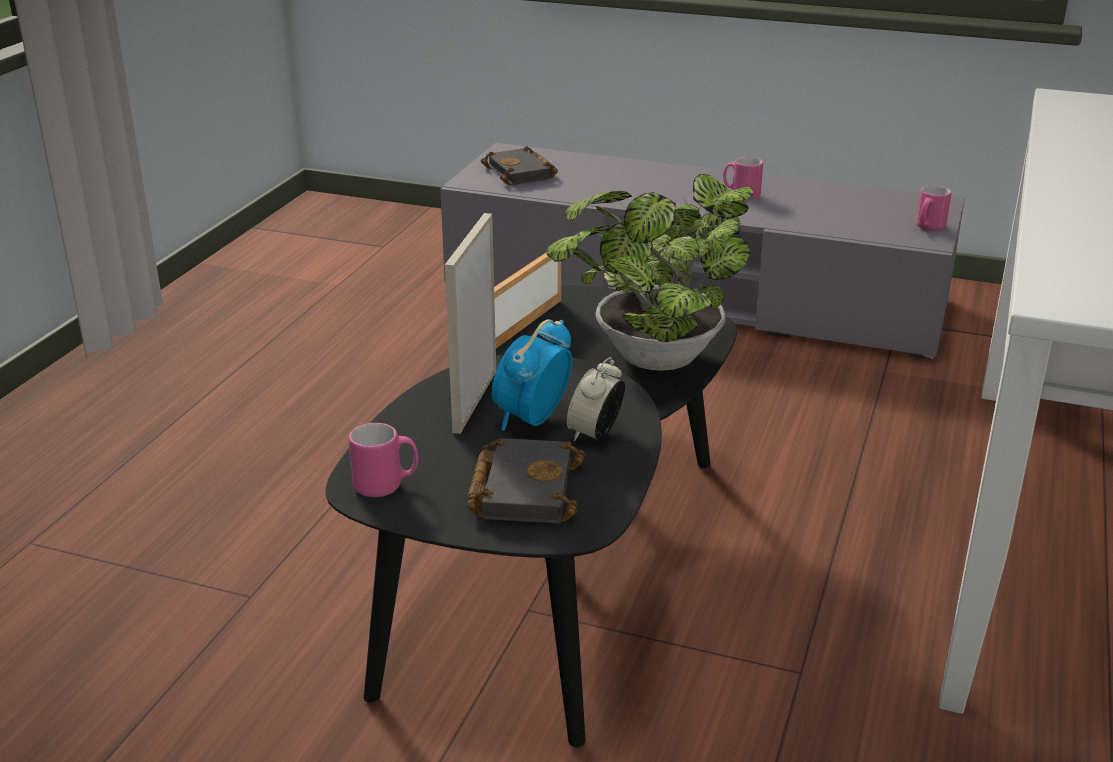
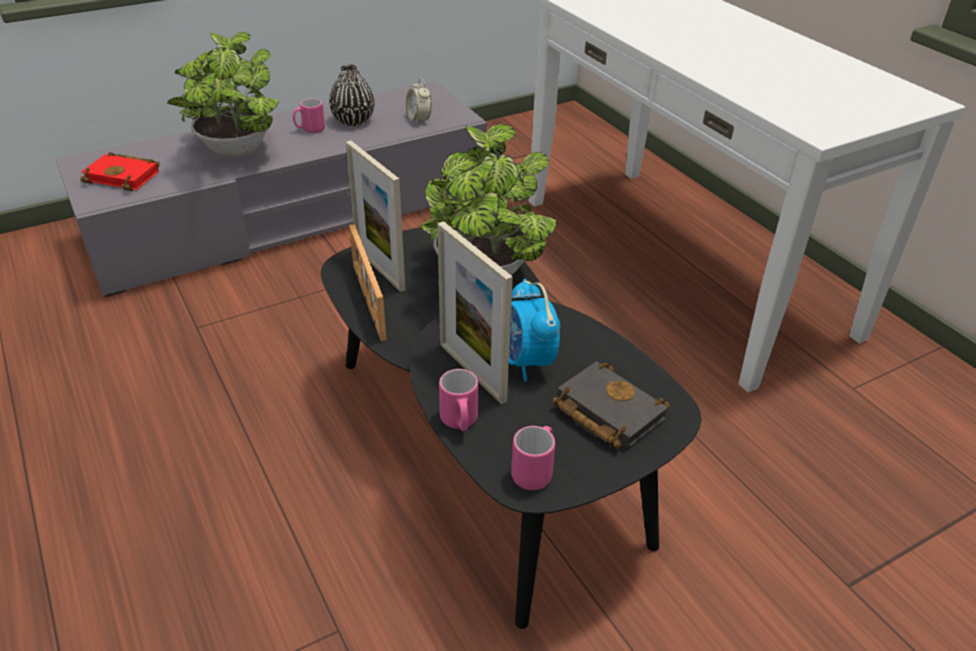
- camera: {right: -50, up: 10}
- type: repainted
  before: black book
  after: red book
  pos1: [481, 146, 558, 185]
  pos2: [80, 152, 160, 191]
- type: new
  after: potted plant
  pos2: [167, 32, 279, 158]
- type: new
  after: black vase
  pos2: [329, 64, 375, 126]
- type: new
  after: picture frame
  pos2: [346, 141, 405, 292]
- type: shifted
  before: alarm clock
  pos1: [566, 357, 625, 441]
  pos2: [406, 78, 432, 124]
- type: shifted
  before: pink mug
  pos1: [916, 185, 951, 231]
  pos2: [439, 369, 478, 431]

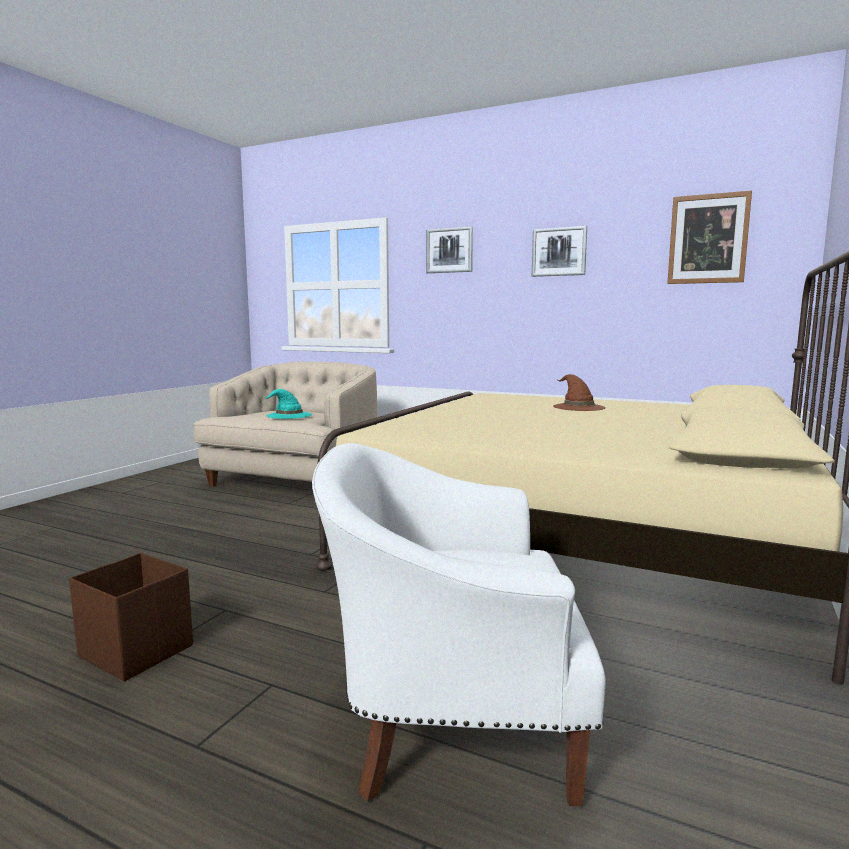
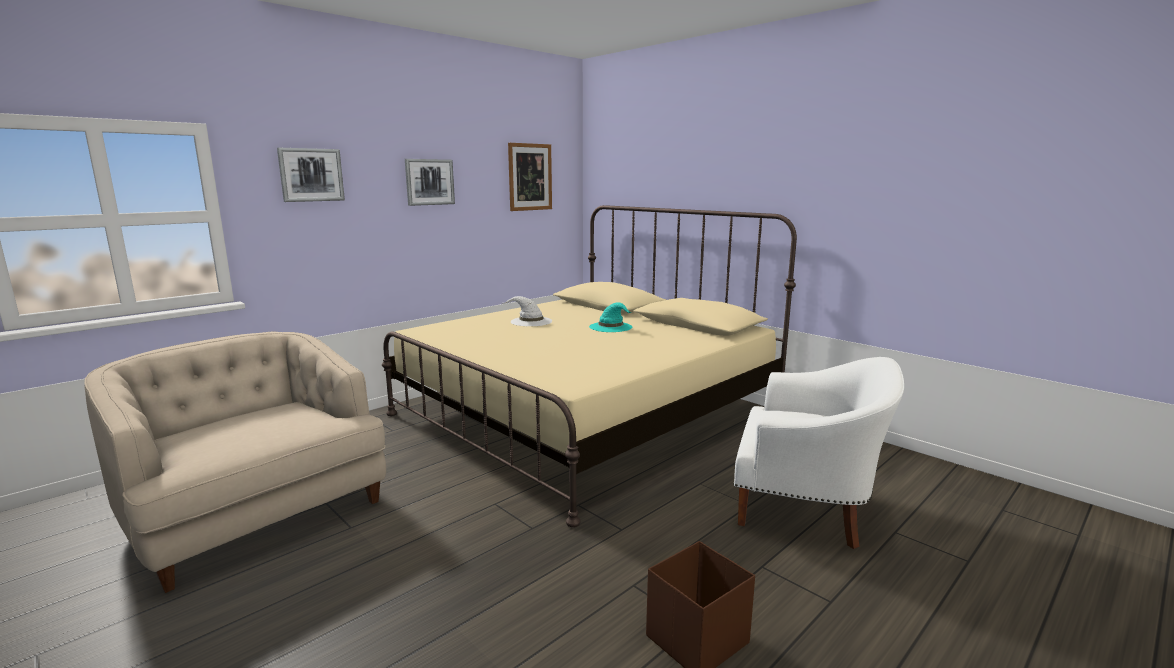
- camera: {right: -70, up: 5}
- type: repainted
  before: brown hat
  after: white hat
  pos1: [553, 374, 605, 411]
  pos2: [503, 296, 552, 326]
- type: shifted
  before: turquoise hat
  pos1: [266, 389, 312, 419]
  pos2: [589, 302, 632, 332]
- type: rotated
  before: white armchair
  pos1: [312, 443, 606, 806]
  pos2: [733, 357, 904, 549]
  turn: -90

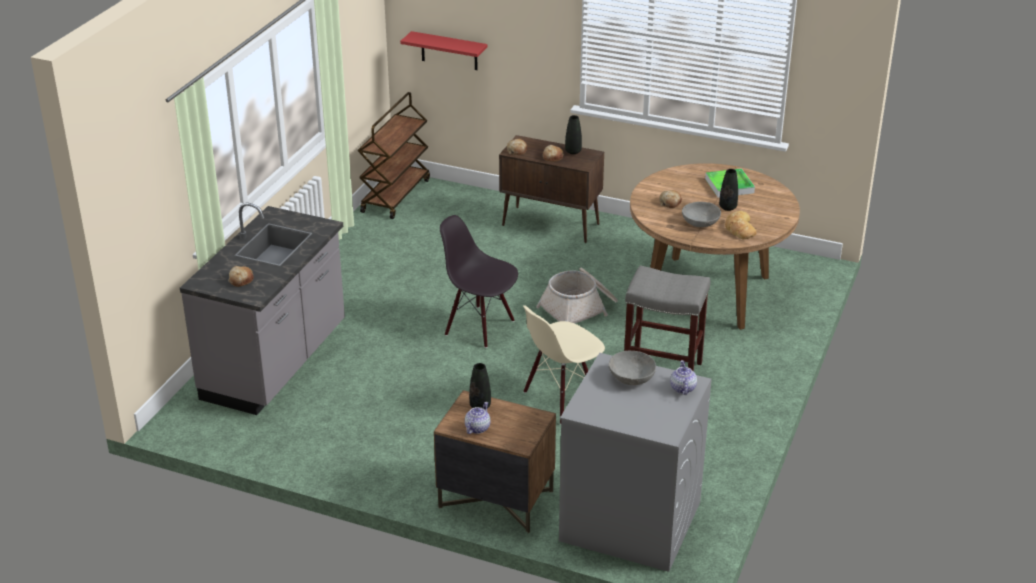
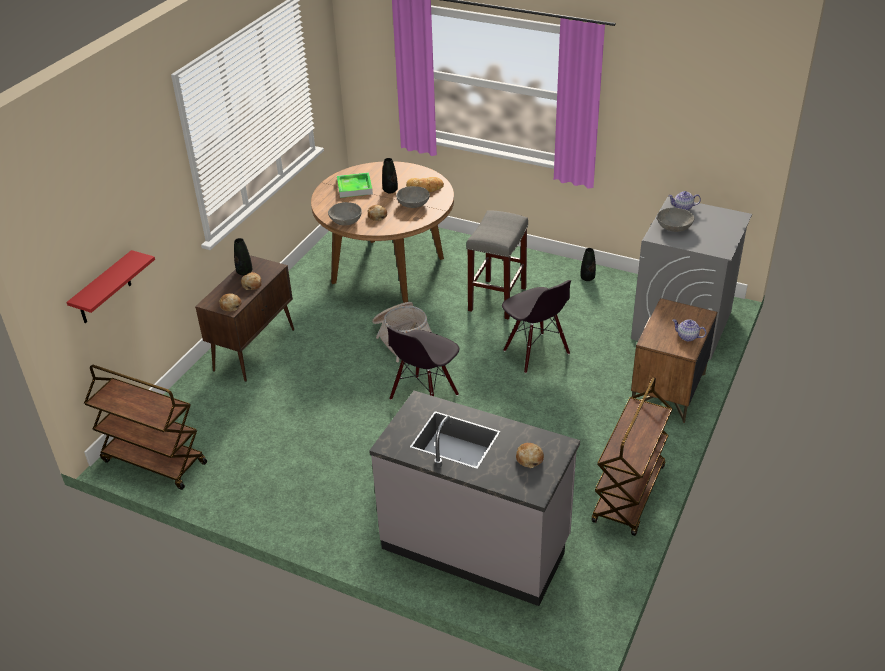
- camera: {right: -85, up: 5}
- type: new
  after: grey bowl
  pos2: [328, 202, 362, 226]
- type: repainted
  before: beige chair
  after: black chair
  pos1: [523, 305, 605, 424]
  pos2: [502, 280, 571, 373]
- type: shifted
  before: black vase
  pos1: [469, 363, 491, 408]
  pos2: [580, 248, 596, 281]
- type: new
  after: brown cart
  pos2: [592, 377, 672, 536]

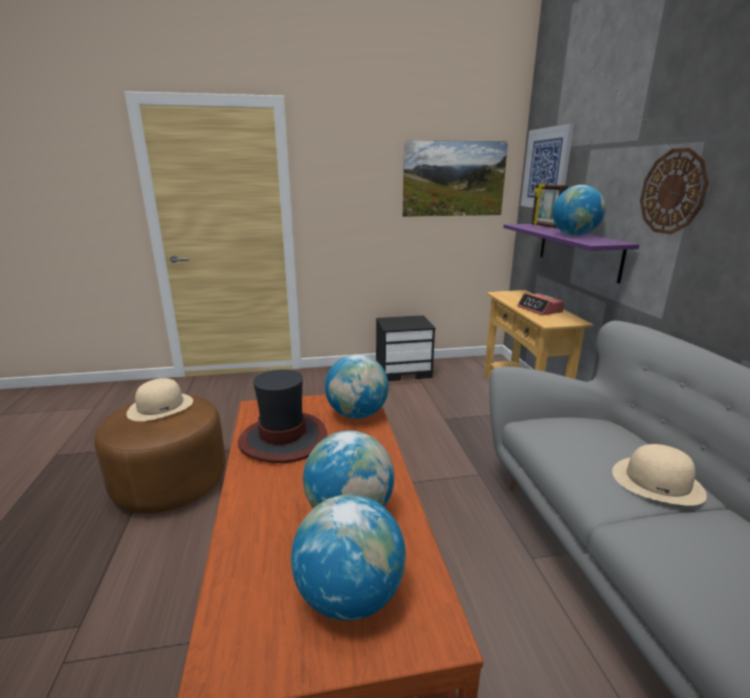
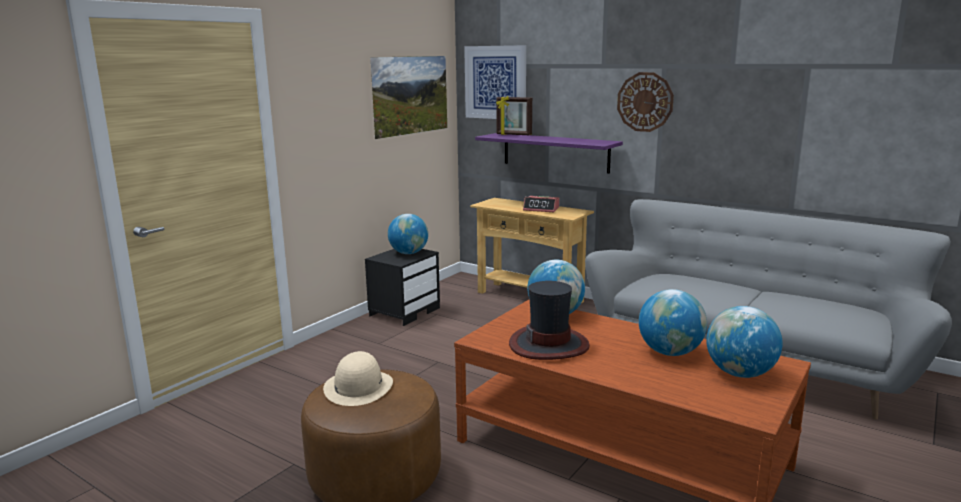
- camera: {right: -45, up: -5}
- type: shifted
  before: globe
  pos1: [552, 185, 606, 236]
  pos2: [388, 214, 428, 254]
- type: gone
  before: beige hat
  pos1: [612, 444, 707, 506]

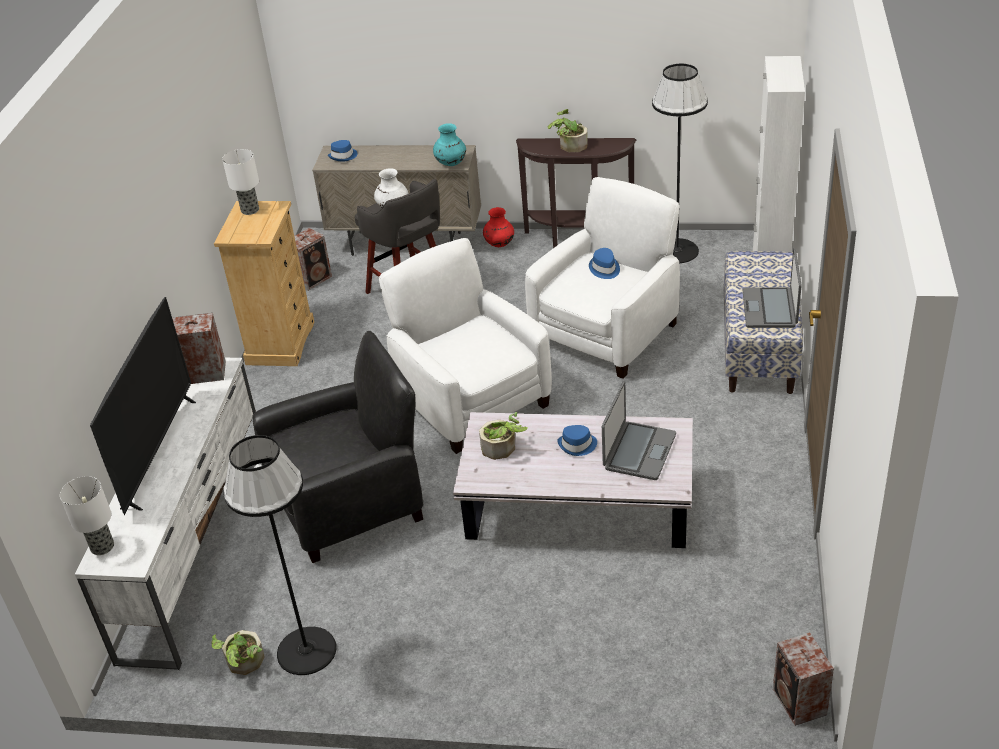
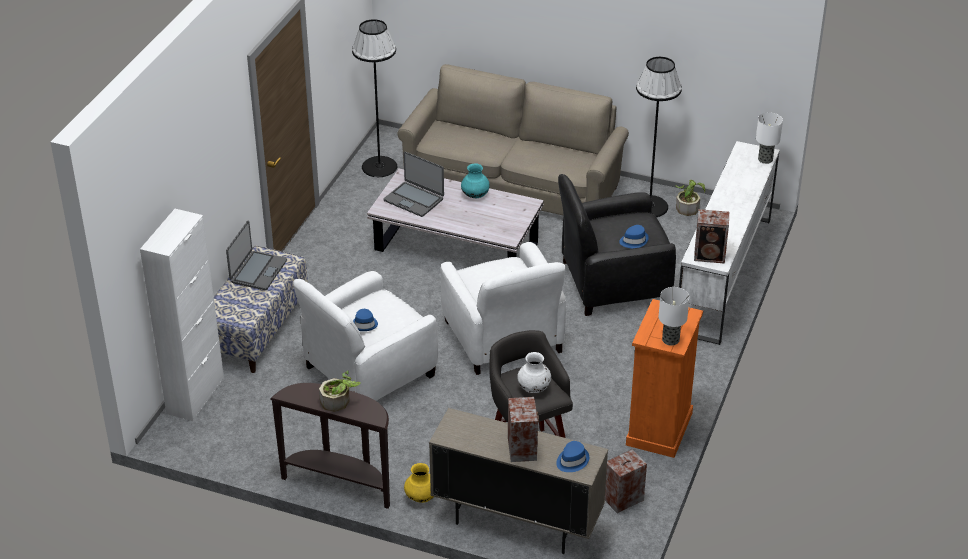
- camera: {right: -170, up: 0}
- type: shifted
  before: black floor lamp
  pos1: [652, 64, 708, 263]
  pos2: [352, 19, 397, 177]
- type: rotated
  before: laptop
  pos1: [602, 381, 676, 480]
  pos2: [384, 151, 444, 217]
  turn: -90
- type: new
  after: beige sofa
  pos2: [397, 64, 629, 215]
- type: repainted
  before: red vase
  after: yellow vase
  pos1: [483, 207, 514, 247]
  pos2: [404, 463, 434, 503]
- type: shifted
  before: turquoise vase
  pos1: [433, 123, 466, 166]
  pos2: [461, 163, 490, 198]
- type: shifted
  before: speaker
  pos1: [773, 632, 834, 726]
  pos2: [508, 397, 539, 462]
- type: shifted
  before: blue hat
  pos1: [557, 425, 597, 456]
  pos2: [619, 225, 649, 248]
- type: repainted
  before: beige dresser
  after: orange dresser
  pos1: [214, 201, 314, 366]
  pos2: [626, 299, 703, 458]
- type: gone
  before: television
  pos1: [90, 297, 196, 515]
- type: gone
  before: potted plant
  pos1: [479, 412, 528, 460]

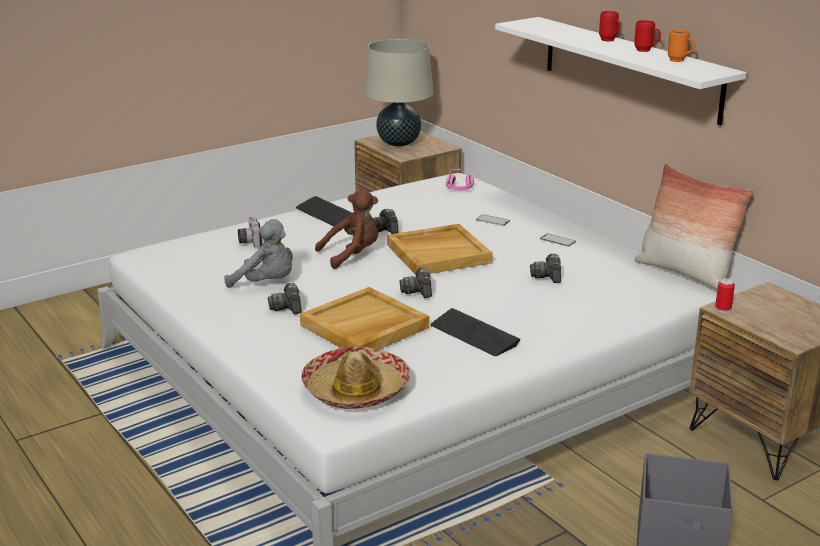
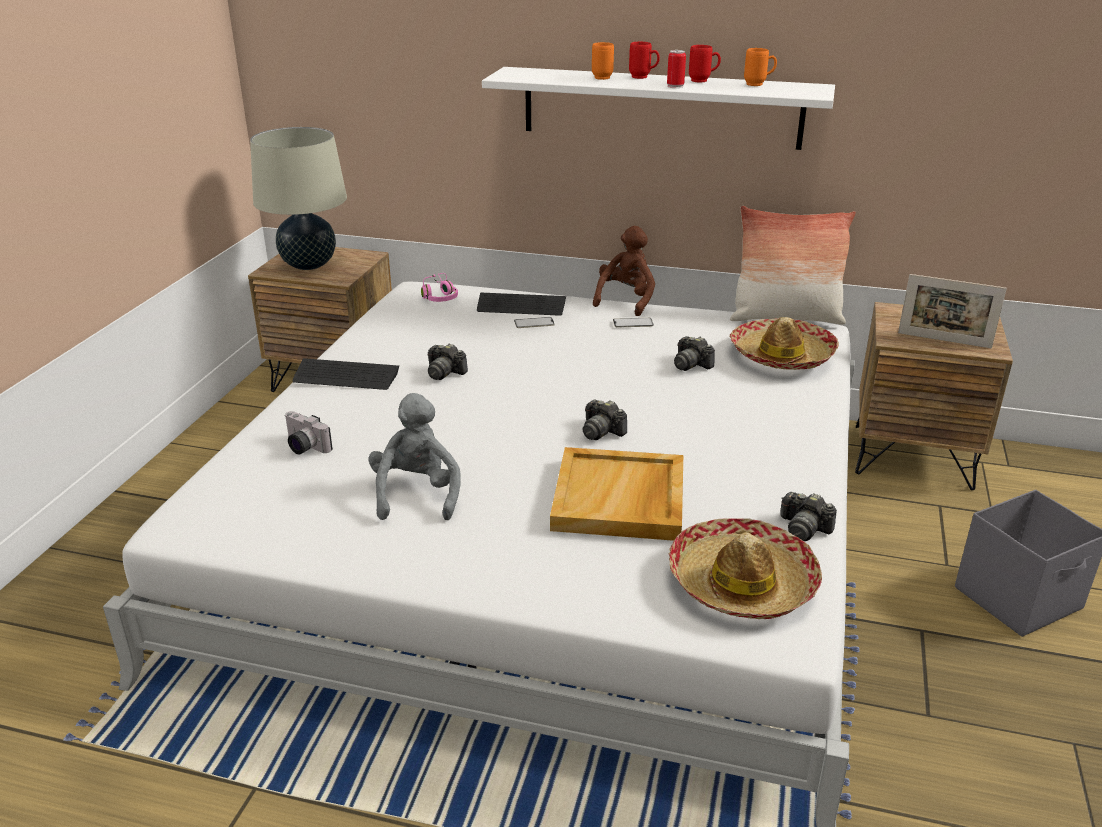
- camera: {right: -40, up: 5}
- type: rotated
  before: grey plush toy
  pos1: [225, 219, 293, 288]
  pos2: [368, 393, 461, 520]
  turn: -75
- type: shifted
  before: keyboard
  pos1: [431, 308, 520, 356]
  pos2: [477, 292, 566, 316]
- type: new
  after: orange mug
  pos2: [592, 42, 614, 80]
- type: shifted
  before: brown plush toy
  pos1: [315, 189, 378, 269]
  pos2: [593, 226, 655, 316]
- type: shifted
  before: can
  pos1: [715, 278, 735, 313]
  pos2: [667, 50, 686, 88]
- type: new
  after: hat
  pos2: [730, 317, 839, 370]
- type: shifted
  before: photo camera
  pos1: [268, 283, 302, 314]
  pos2: [780, 492, 837, 541]
- type: new
  after: picture frame
  pos2: [898, 274, 1007, 348]
- type: gone
  before: beige tray
  pos1: [387, 224, 493, 274]

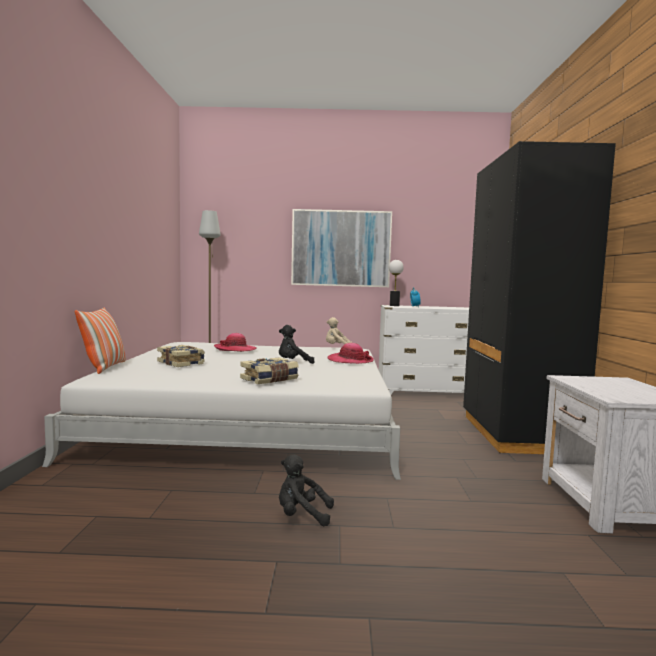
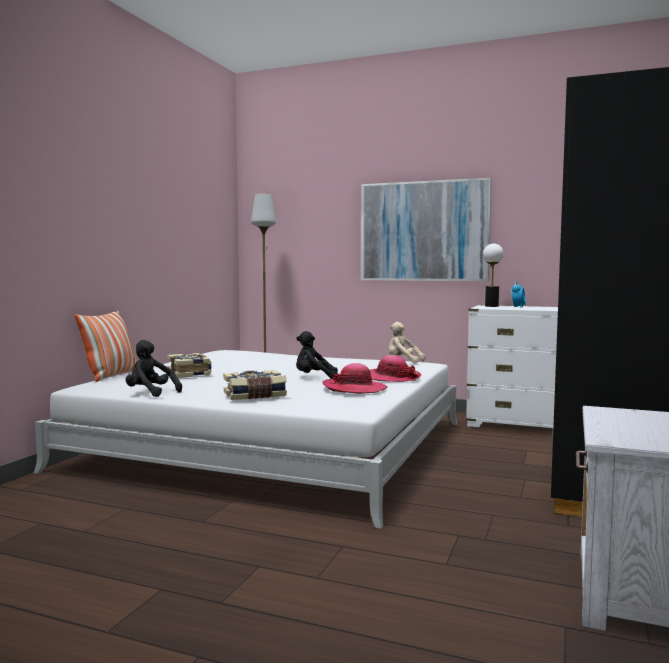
- camera: {right: 20, up: 0}
- type: shifted
  before: black plush toy
  pos1: [279, 455, 334, 526]
  pos2: [126, 340, 182, 397]
- type: shifted
  before: hat
  pos1: [214, 333, 256, 352]
  pos2: [322, 363, 388, 394]

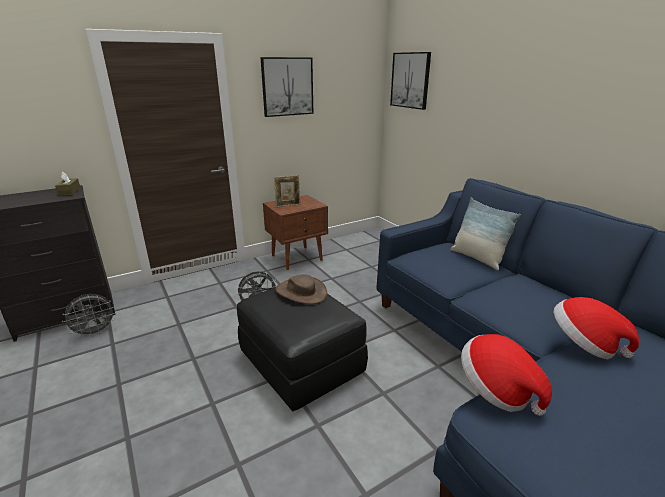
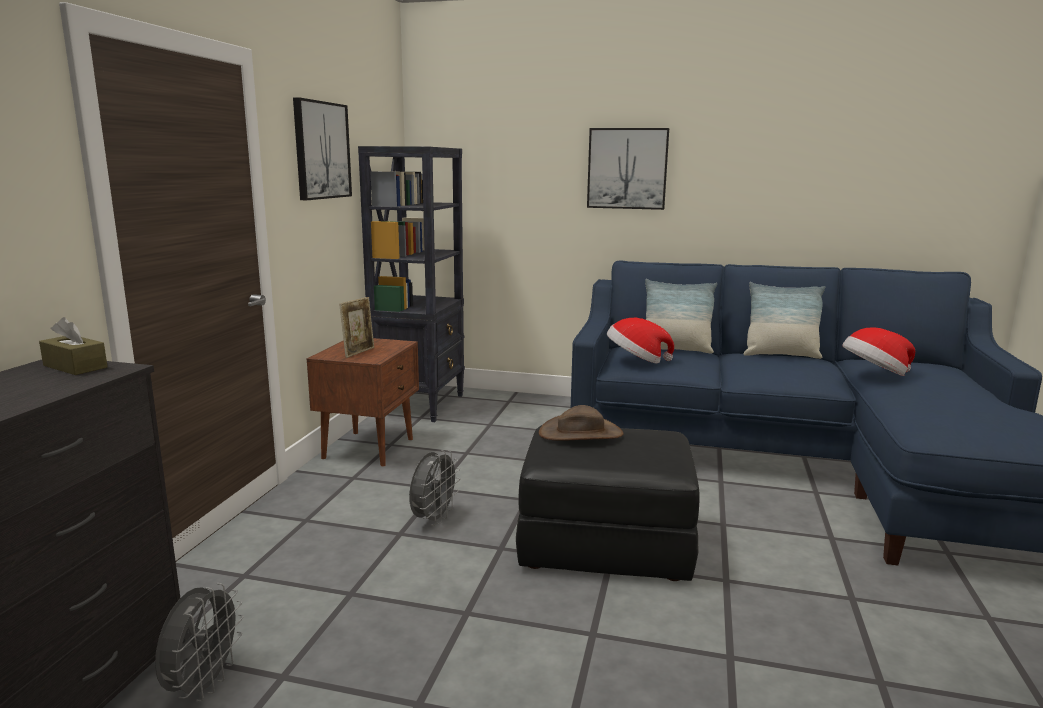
- camera: {right: -45, up: -10}
- type: new
  after: black bookcase
  pos2: [358, 146, 465, 422]
- type: shifted
  before: picture
  pos1: [390, 52, 431, 110]
  pos2: [587, 128, 669, 210]
- type: shifted
  before: hat
  pos1: [461, 334, 552, 416]
  pos2: [607, 318, 674, 364]
- type: new
  after: pillow
  pos2: [743, 282, 825, 359]

